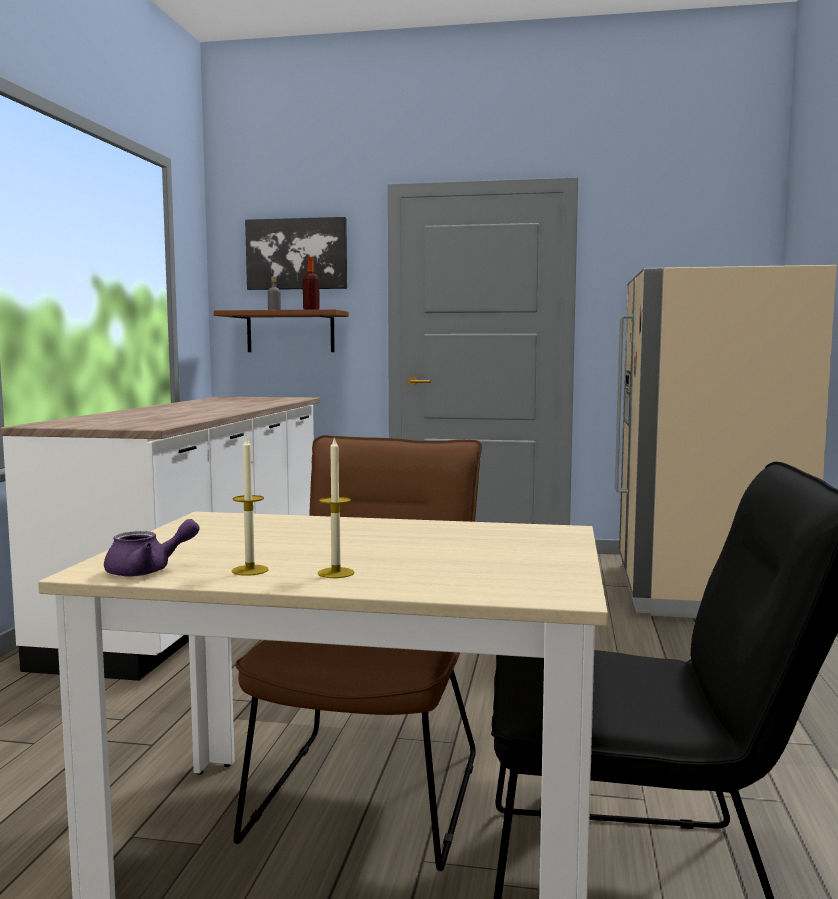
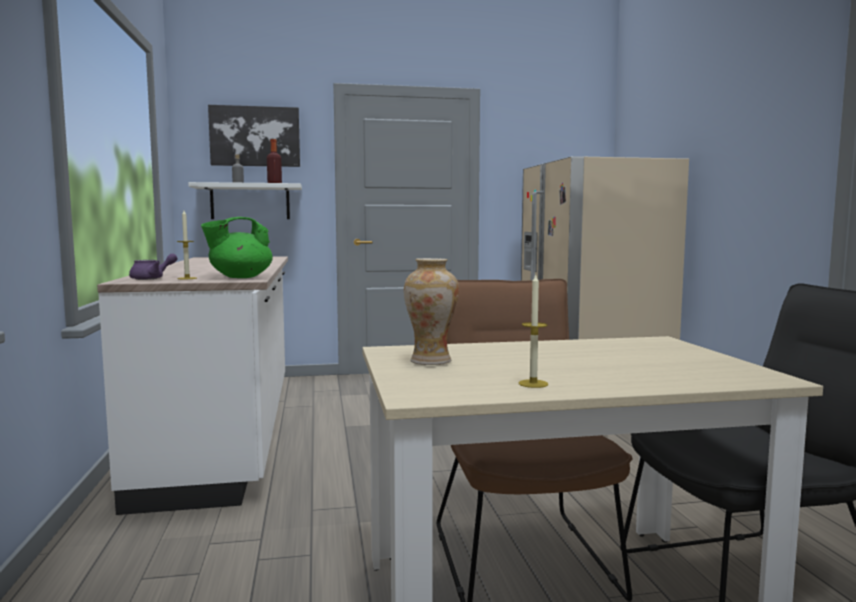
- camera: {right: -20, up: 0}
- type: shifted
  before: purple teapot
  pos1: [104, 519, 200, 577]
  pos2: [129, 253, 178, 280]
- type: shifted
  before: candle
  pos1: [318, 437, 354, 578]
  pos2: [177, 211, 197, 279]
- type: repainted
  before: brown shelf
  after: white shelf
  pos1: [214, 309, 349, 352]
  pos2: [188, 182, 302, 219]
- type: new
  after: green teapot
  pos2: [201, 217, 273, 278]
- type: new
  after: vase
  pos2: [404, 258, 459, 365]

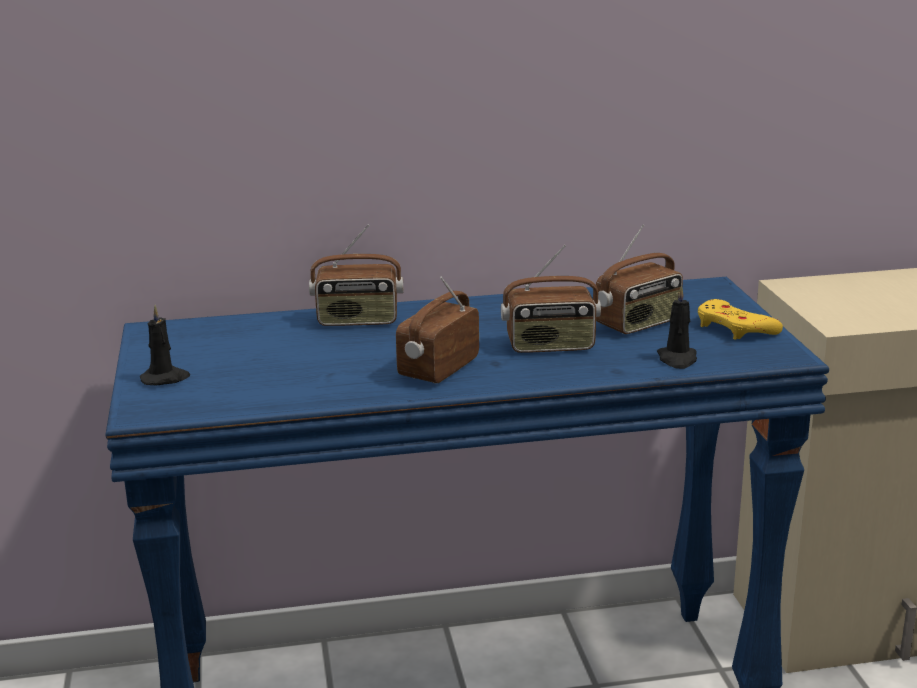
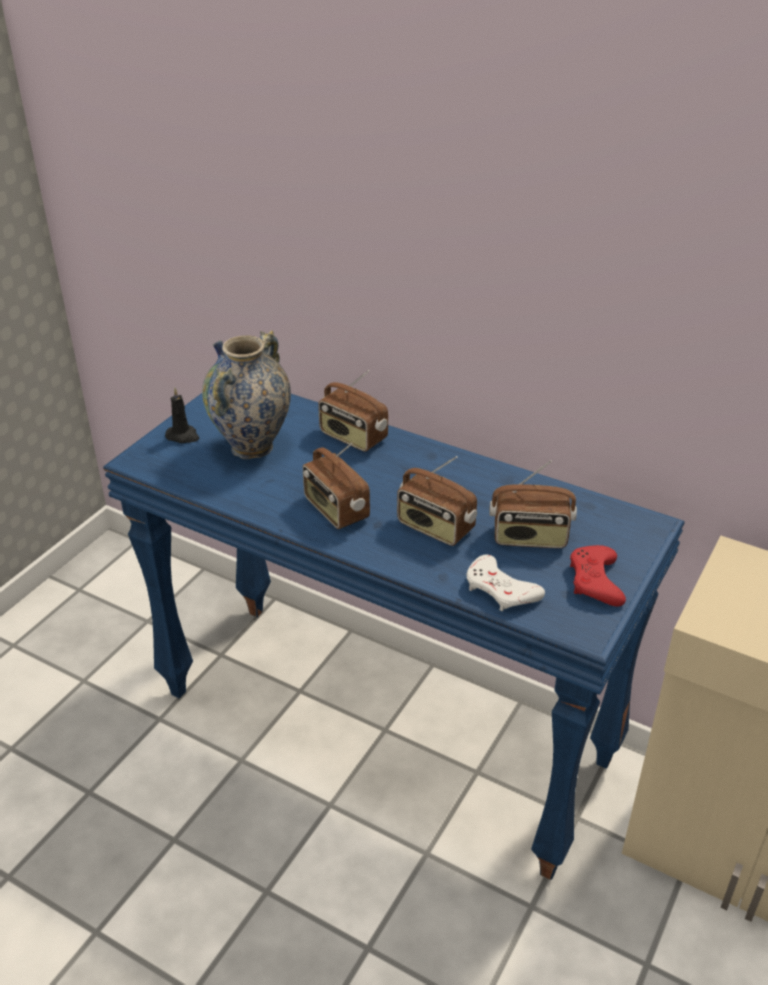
- camera: {right: 40, up: 15}
- type: new
  after: vase
  pos2: [202, 330, 291, 459]
- type: rotated
  before: radio
  pos1: [396, 276, 479, 383]
  pos2: [303, 443, 370, 529]
  turn: -105
- type: swapped
  before: black candle
  after: white game controller
  pos1: [657, 285, 697, 369]
  pos2: [466, 555, 545, 611]
- type: repainted
  before: yellow game controller
  after: red game controller
  pos1: [698, 299, 783, 340]
  pos2: [570, 545, 626, 607]

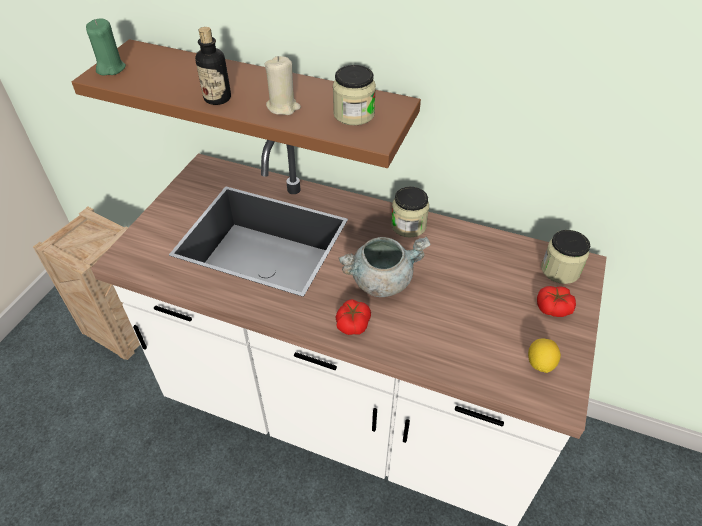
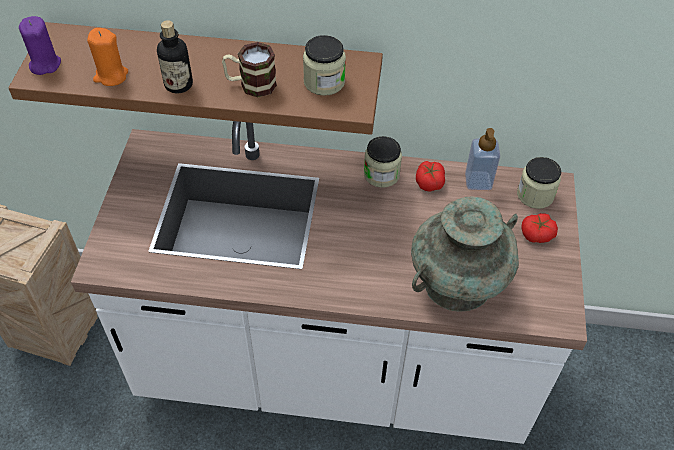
- camera: {right: -15, up: 5}
- type: repainted
  before: green candle
  after: purple candle
  pos1: [86, 19, 126, 75]
  pos2: [19, 16, 61, 75]
- type: new
  after: orange candle
  pos2: [87, 28, 128, 86]
- type: swapped
  before: beige candle
  after: mug
  pos1: [264, 56, 301, 115]
  pos2: [222, 42, 277, 97]
- type: new
  after: turquoise vase
  pos2: [411, 196, 519, 312]
- type: shifted
  before: tomato
  pos1: [335, 299, 371, 335]
  pos2: [416, 161, 445, 192]
- type: new
  after: soap dispenser
  pos2: [465, 128, 500, 190]
- type: gone
  before: grey cooking pot
  pos1: [339, 236, 430, 297]
- type: gone
  before: lemon
  pos1: [528, 338, 561, 373]

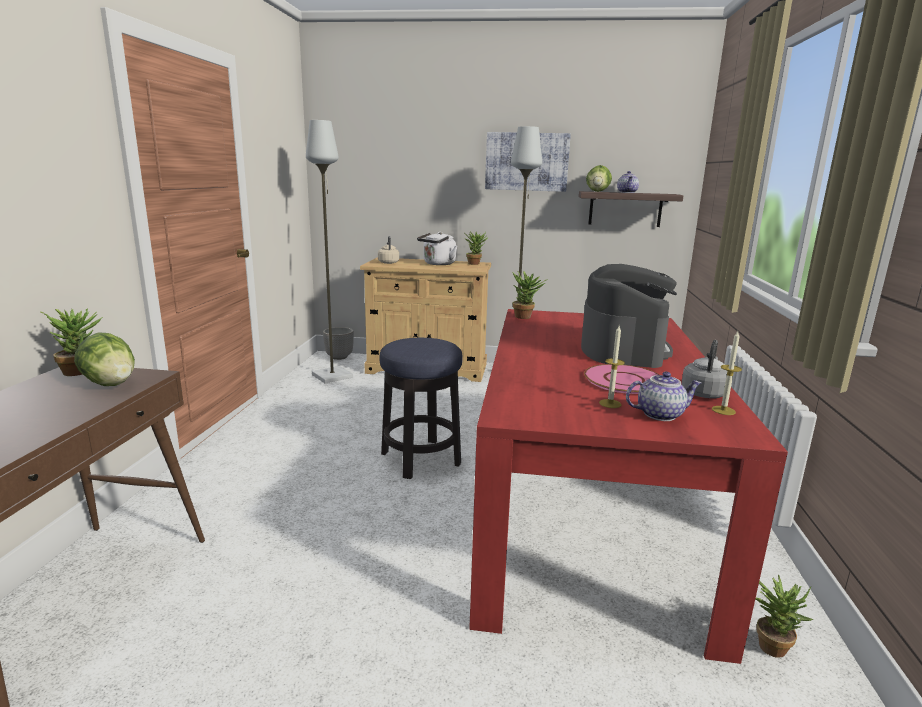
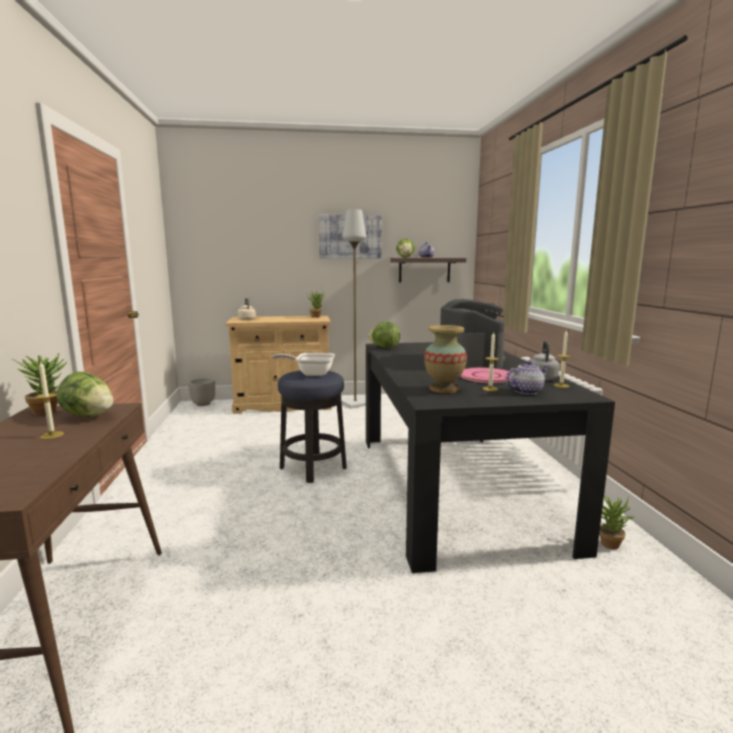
- camera: {right: -15, up: -5}
- type: new
  after: candle
  pos2: [36, 362, 64, 439]
- type: new
  after: frying pan
  pos2: [272, 353, 335, 376]
- type: repainted
  before: red dining table
  after: black dining table
  pos1: [469, 309, 788, 664]
  pos2: [366, 342, 615, 573]
- type: swapped
  before: potted plant
  after: lettuce
  pos1: [513, 271, 548, 319]
  pos2: [368, 321, 400, 348]
- type: new
  after: vase
  pos2: [424, 325, 467, 393]
- type: gone
  before: grey floor lamp
  pos1: [306, 120, 353, 384]
- type: gone
  before: white kettle
  pos1: [417, 232, 457, 265]

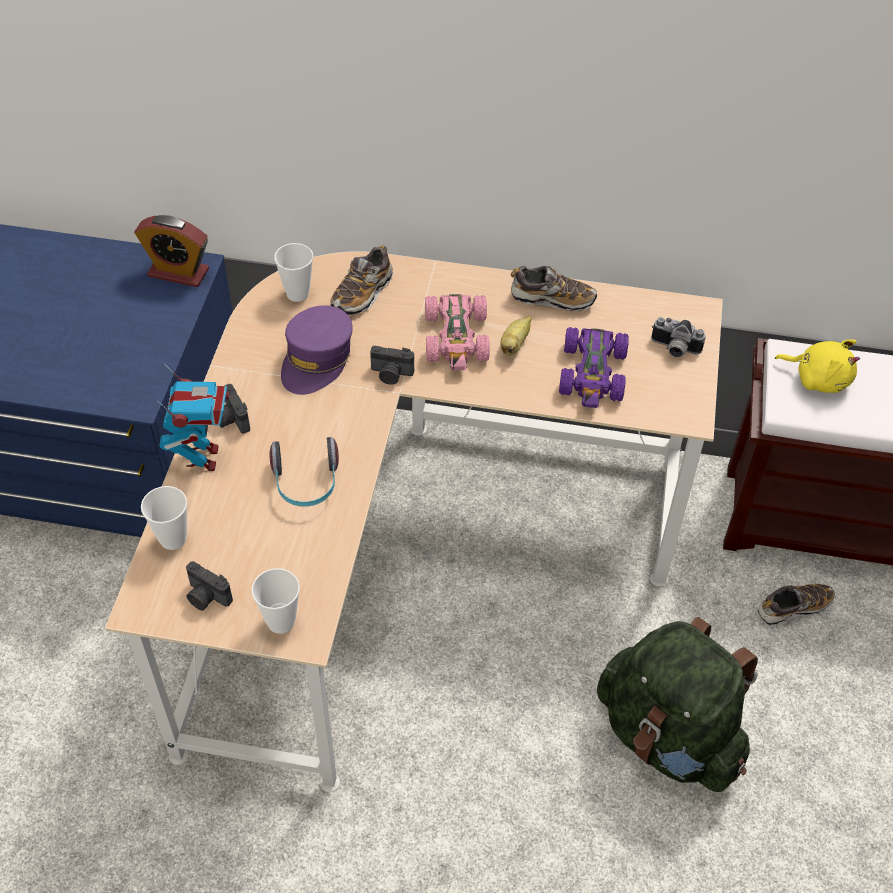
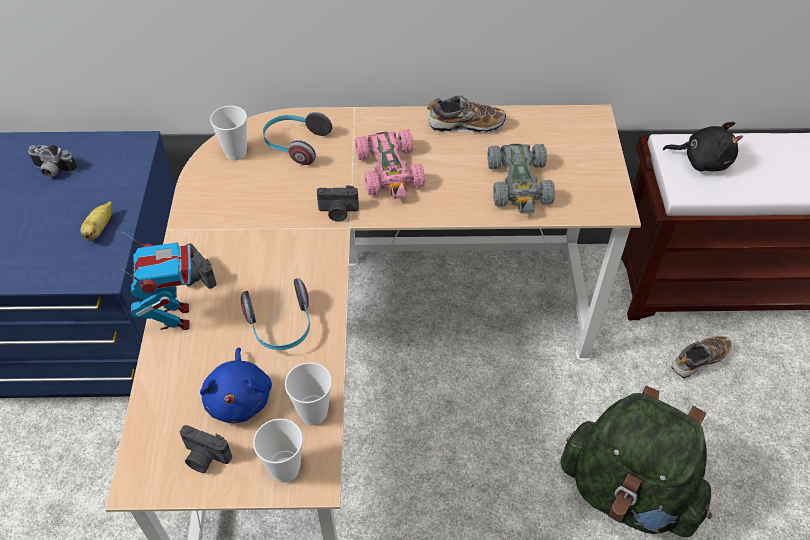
- camera: {right: -10, up: 0}
- type: shifted
  before: photo camera
  pos1: [651, 317, 706, 357]
  pos2: [28, 144, 78, 178]
- type: shifted
  before: banana
  pos1: [500, 316, 532, 356]
  pos2: [80, 201, 112, 241]
- type: new
  after: blue plush toy
  pos2: [200, 348, 272, 423]
- type: swapped
  before: shoe
  after: headphones
  pos1: [330, 245, 393, 315]
  pos2: [263, 112, 332, 165]
- type: shifted
  before: cup
  pos1: [141, 486, 187, 550]
  pos2: [285, 362, 332, 425]
- type: repainted
  before: purple toy car
  after: grey toy car
  pos1: [559, 327, 629, 408]
  pos2: [487, 144, 555, 214]
- type: repainted
  before: yellow plush toy
  after: black plush toy
  pos1: [775, 339, 860, 393]
  pos2: [663, 122, 743, 171]
- type: gone
  before: alarm clock
  pos1: [134, 215, 209, 287]
- type: gone
  before: purple cap
  pos1: [281, 305, 353, 395]

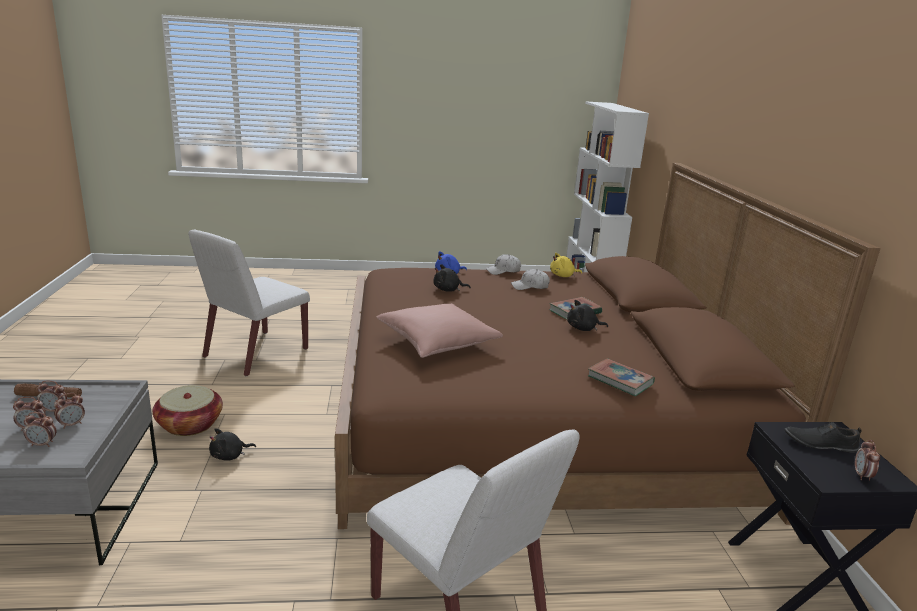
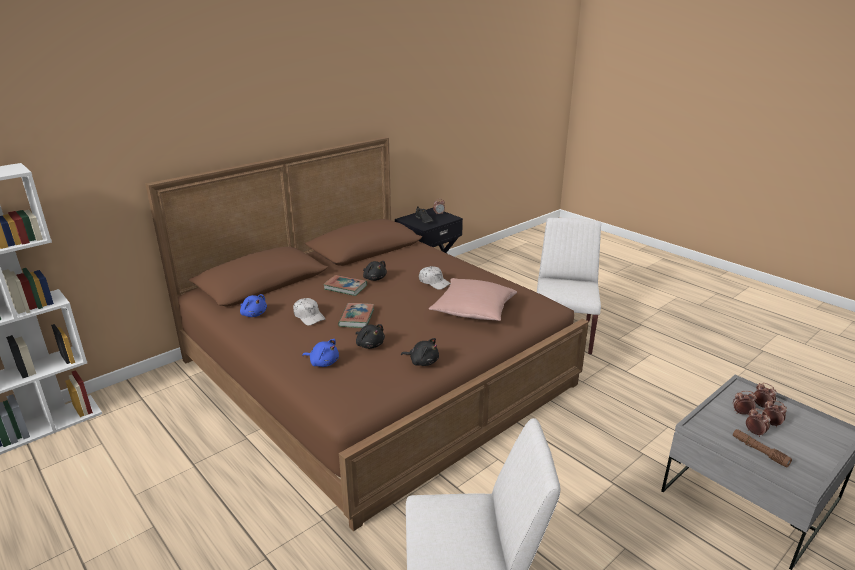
- camera: {right: -125, up: 5}
- type: repainted
  before: yellow plush toy
  after: blue plush toy
  pos1: [550, 253, 582, 277]
  pos2: [240, 294, 267, 317]
- type: shifted
  before: book
  pos1: [588, 358, 655, 396]
  pos2: [338, 303, 374, 328]
- type: shifted
  before: black plush toy
  pos1: [209, 428, 256, 461]
  pos2: [401, 338, 439, 366]
- type: shifted
  before: white cap
  pos1: [485, 254, 521, 275]
  pos2: [419, 266, 451, 290]
- type: gone
  before: basket
  pos1: [153, 385, 223, 436]

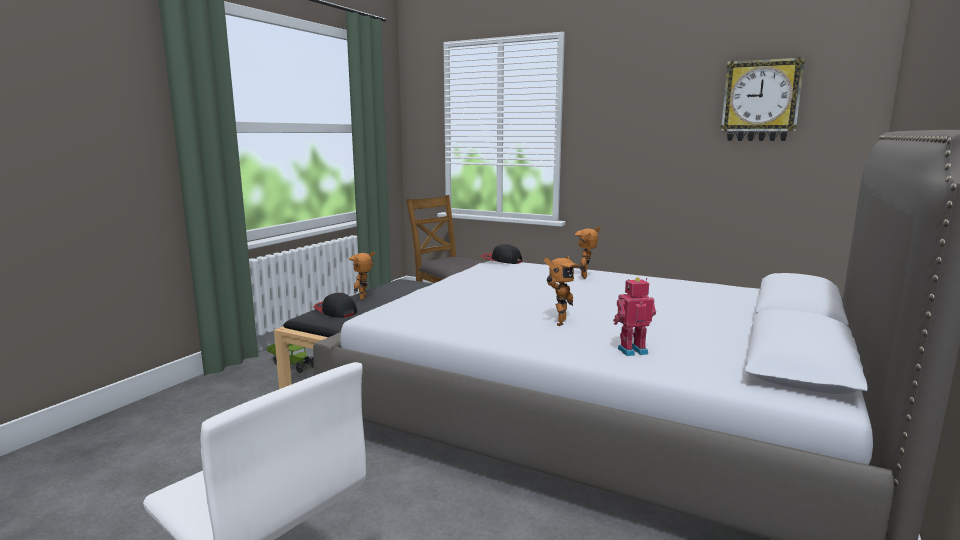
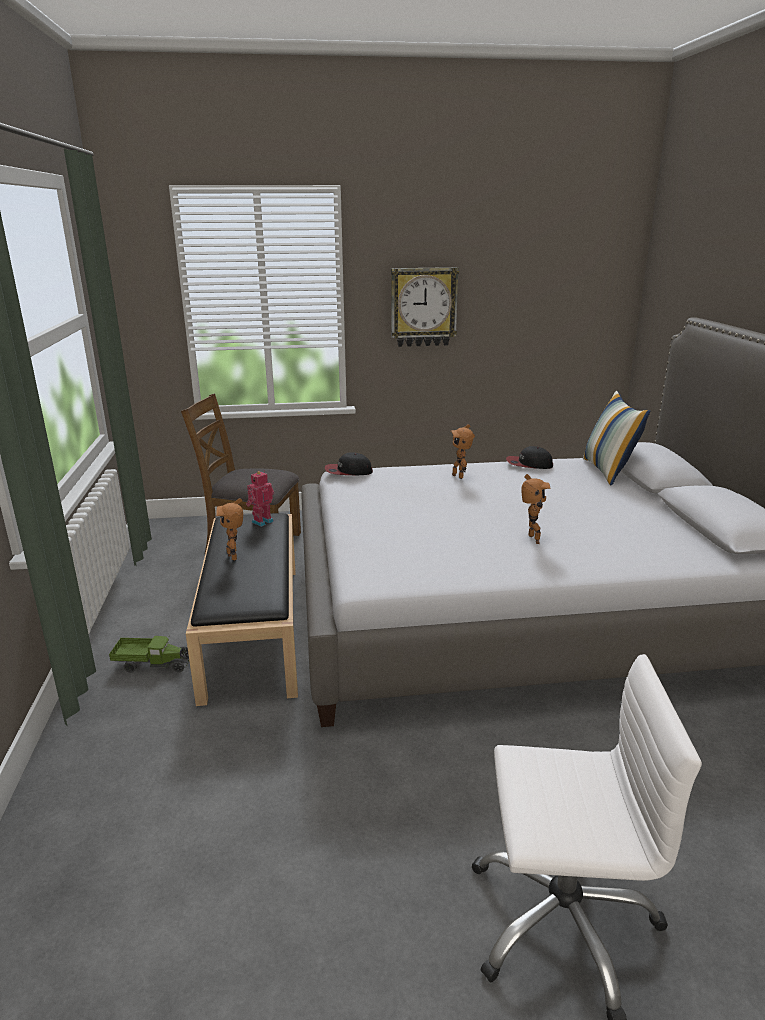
- camera: {right: -35, up: 10}
- type: shifted
  before: toy robot
  pos1: [613, 277, 656, 356]
  pos2: [246, 470, 274, 527]
- type: shifted
  before: wall clock
  pos1: [721, 57, 805, 141]
  pos2: [391, 267, 459, 347]
- type: shifted
  before: cap
  pos1: [314, 293, 357, 318]
  pos2: [506, 446, 553, 469]
- type: new
  after: pillow
  pos2: [583, 391, 650, 486]

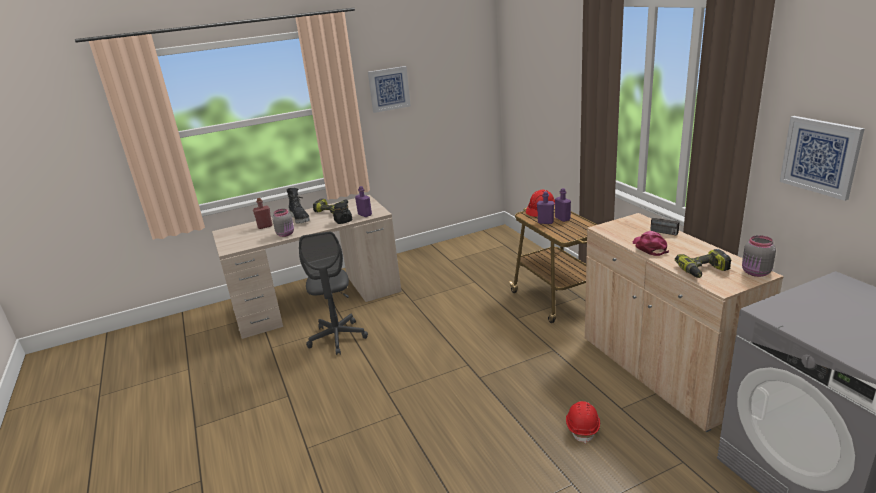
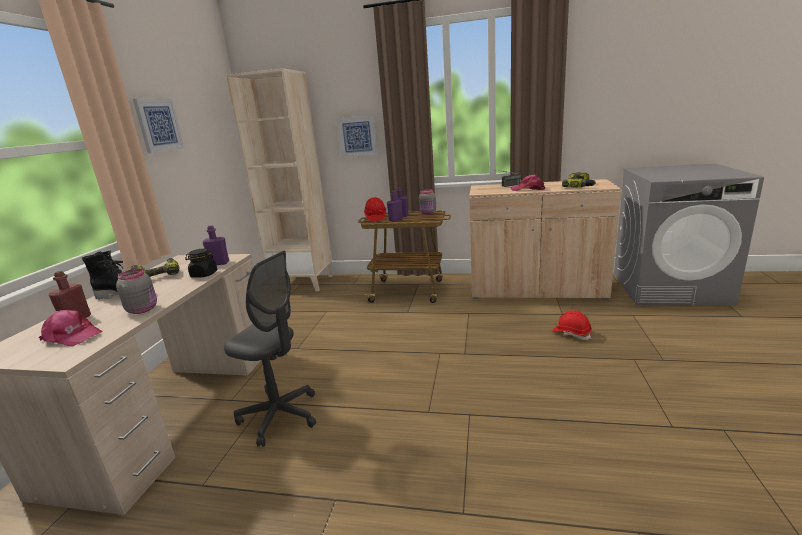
- camera: {right: -55, up: -5}
- type: new
  after: pink cap
  pos2: [39, 310, 103, 347]
- type: new
  after: beige bookcase
  pos2: [226, 68, 332, 291]
- type: shifted
  before: picture
  pos1: [780, 116, 865, 201]
  pos2: [336, 115, 378, 158]
- type: shifted
  before: grey jar
  pos1: [742, 235, 776, 277]
  pos2: [419, 189, 436, 214]

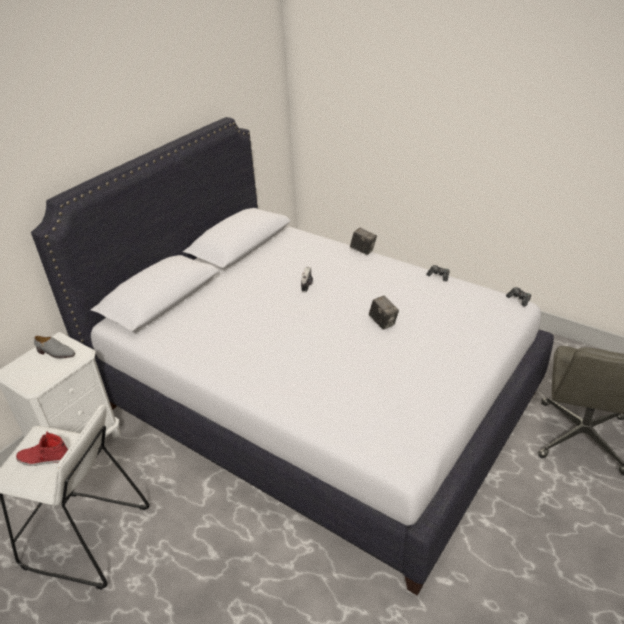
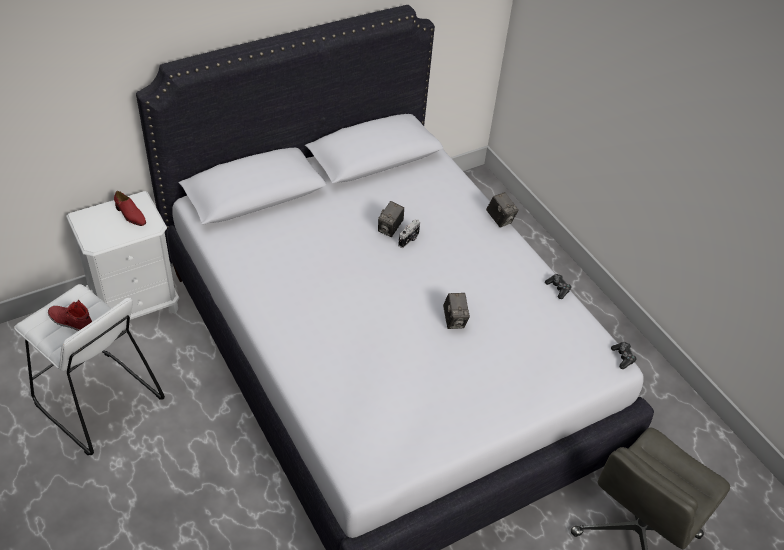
- camera: {right: 20, up: 10}
- type: repainted
  before: grey shoe
  after: red shoe
  pos1: [34, 336, 75, 358]
  pos2: [114, 191, 146, 226]
- type: new
  after: photo camera
  pos2: [378, 201, 404, 237]

